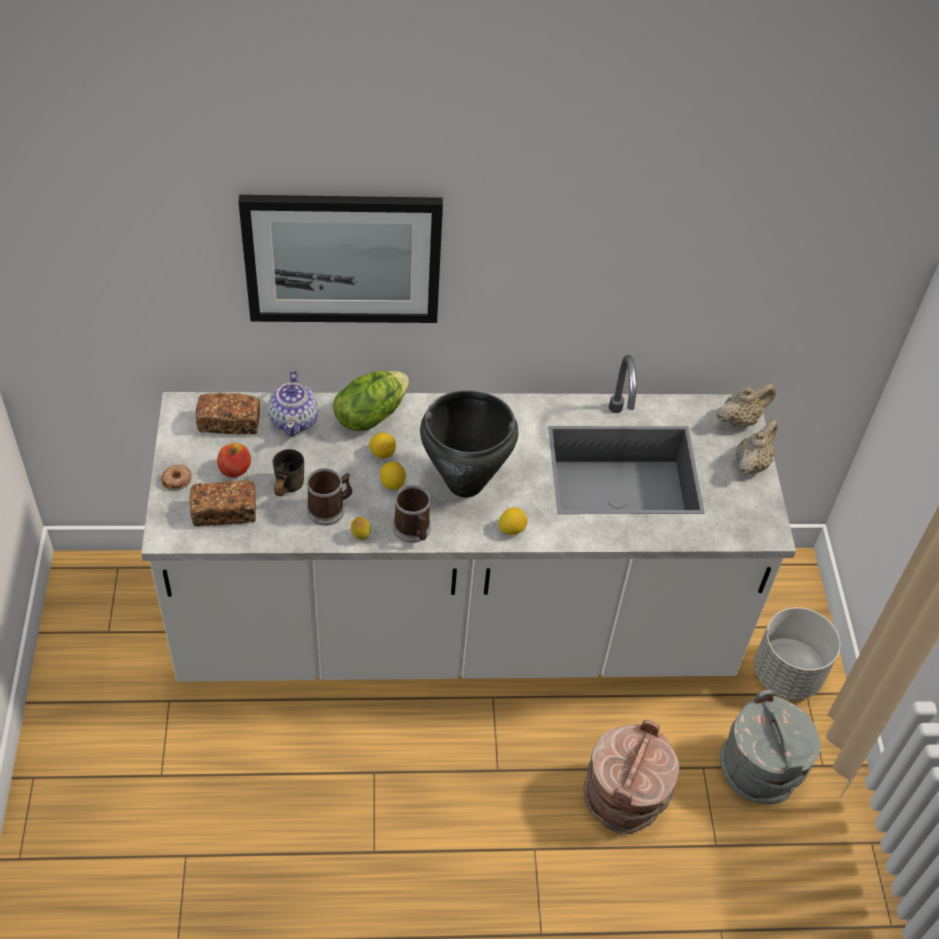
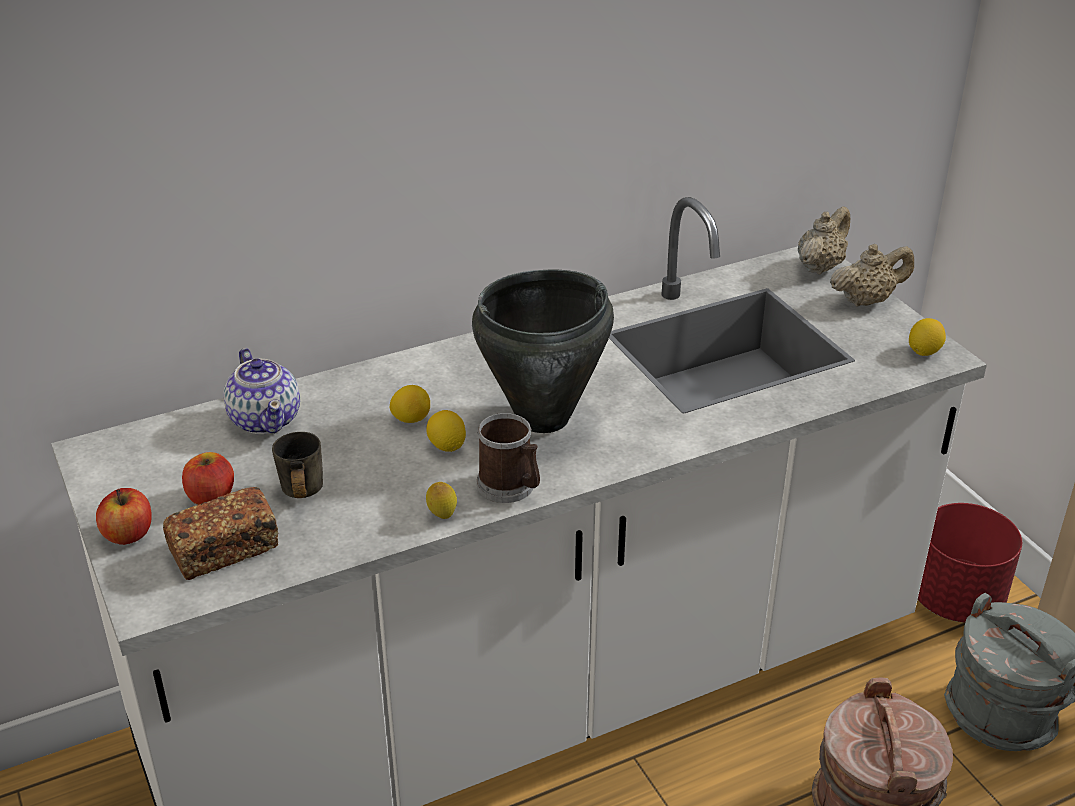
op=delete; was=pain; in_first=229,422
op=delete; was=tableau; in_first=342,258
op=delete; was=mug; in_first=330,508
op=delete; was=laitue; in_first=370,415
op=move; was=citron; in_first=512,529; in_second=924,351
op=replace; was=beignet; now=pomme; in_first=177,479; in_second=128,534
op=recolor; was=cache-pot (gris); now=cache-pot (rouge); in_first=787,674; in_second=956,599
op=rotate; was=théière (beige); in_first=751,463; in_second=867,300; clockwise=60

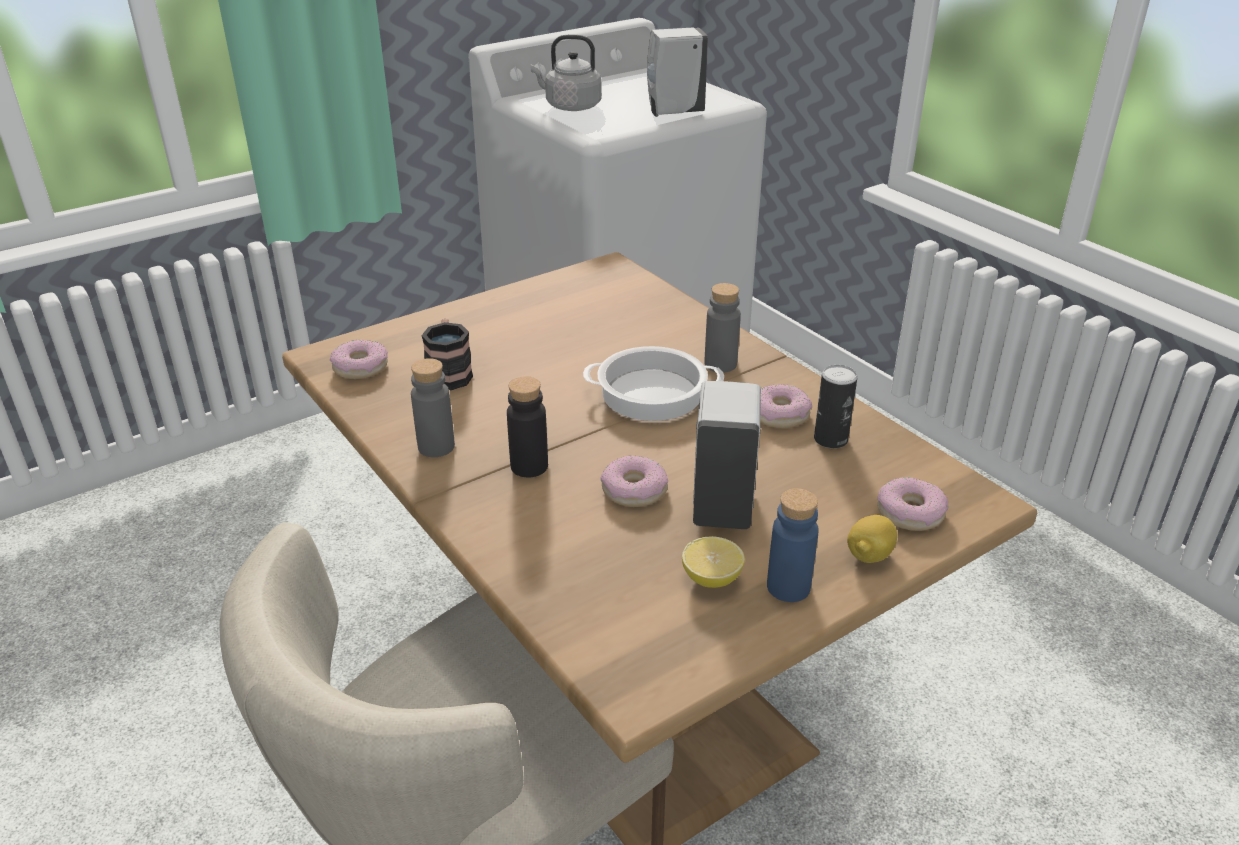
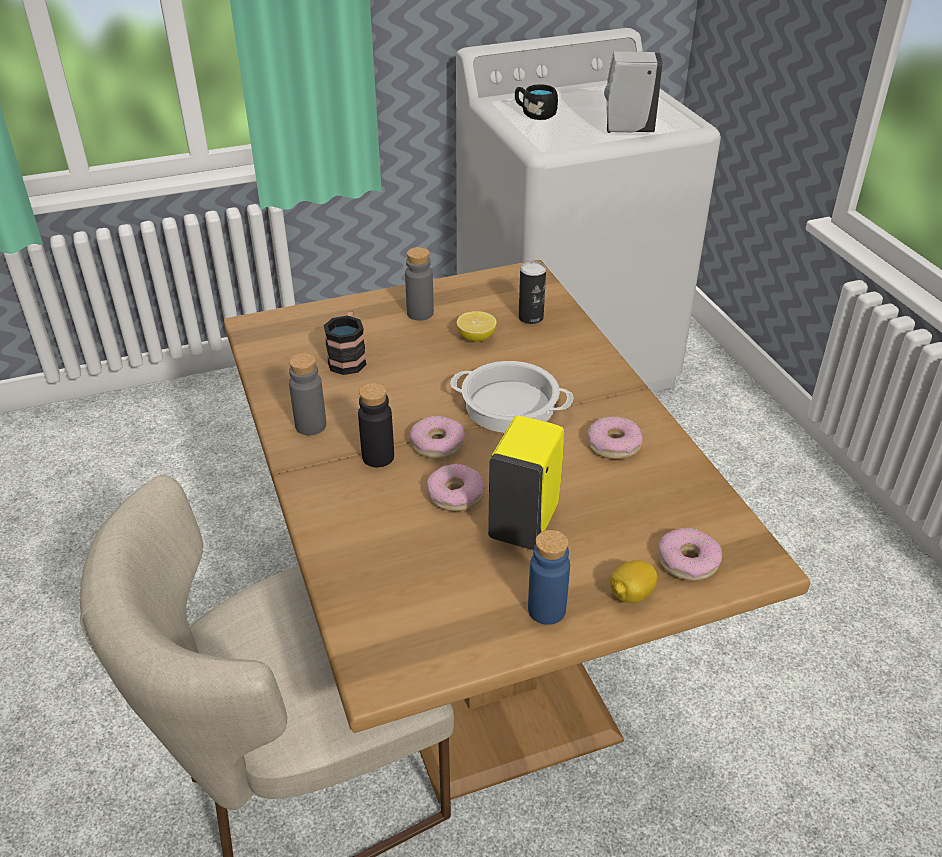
op=move; was=beignet; in_first=360,367; in_second=437,444
op=move; was=citron; in_first=711,579; in_second=476,337
op=move; was=bouteille (gris); in_first=720,364; in_second=420,313
op=move; was=boîte métallique; in_first=830,439; in_second=530,318
op=replace; was=bouilloire (gris); now=mug (noir); in_first=570,106; in_second=535,114
op=recolor; was=distributeur de savon (blanc); now=distributeur de savon (jaune); in_first=722,504; in_second=524,522

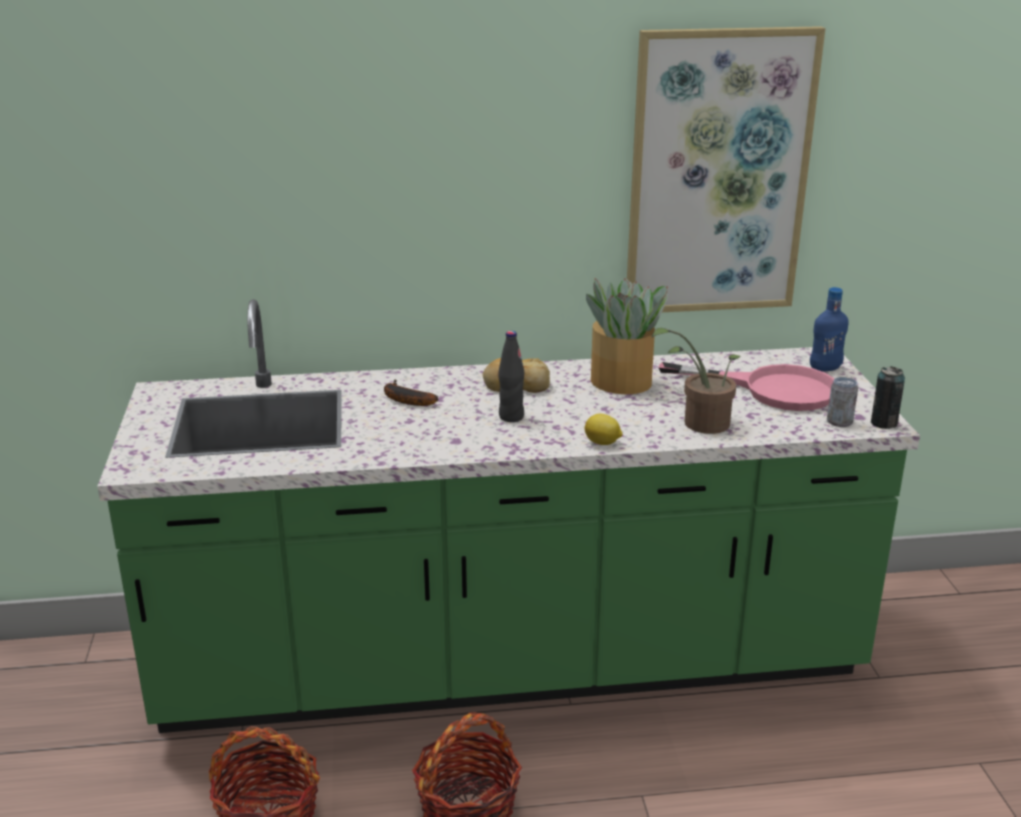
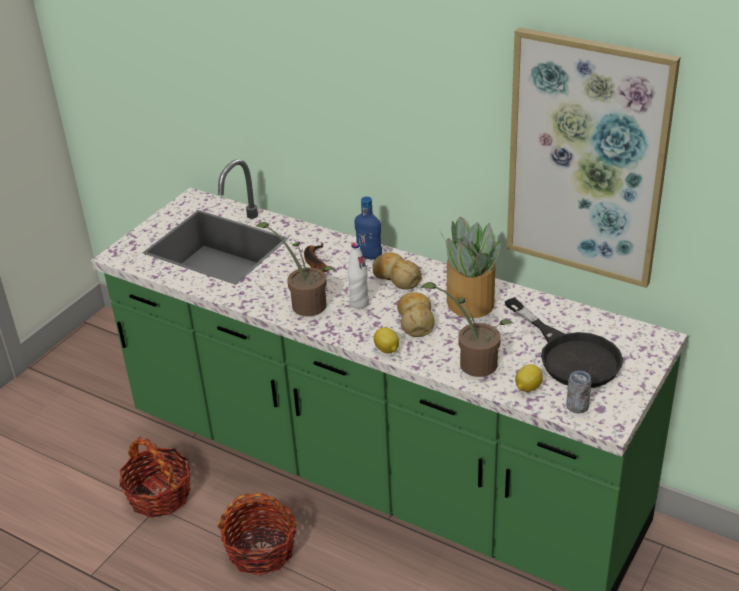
op=delete; was=boîte métallique; in_first=883,423
op=insert; now=plante en pot; in_second=305,303
op=insert; now=pain; in_second=415,320
op=insert; now=citron; in_second=527,388
op=move; was=bouteille (bleu); in_first=825,368; in_second=369,256
op=recolor; was=bouteille (noir); now=bouteille (blanc); in_first=511,417; in_second=359,303
op=recolor; was=poêle (rose); now=poêle (noir); in_first=772,389; in_second=570,355

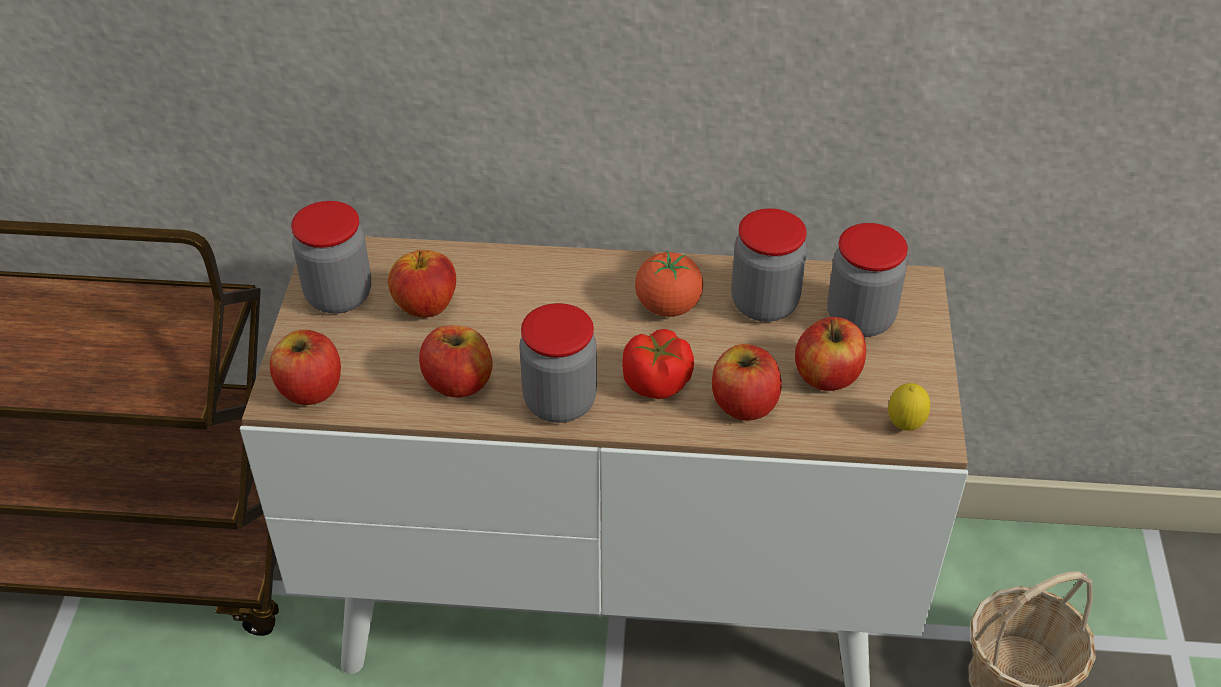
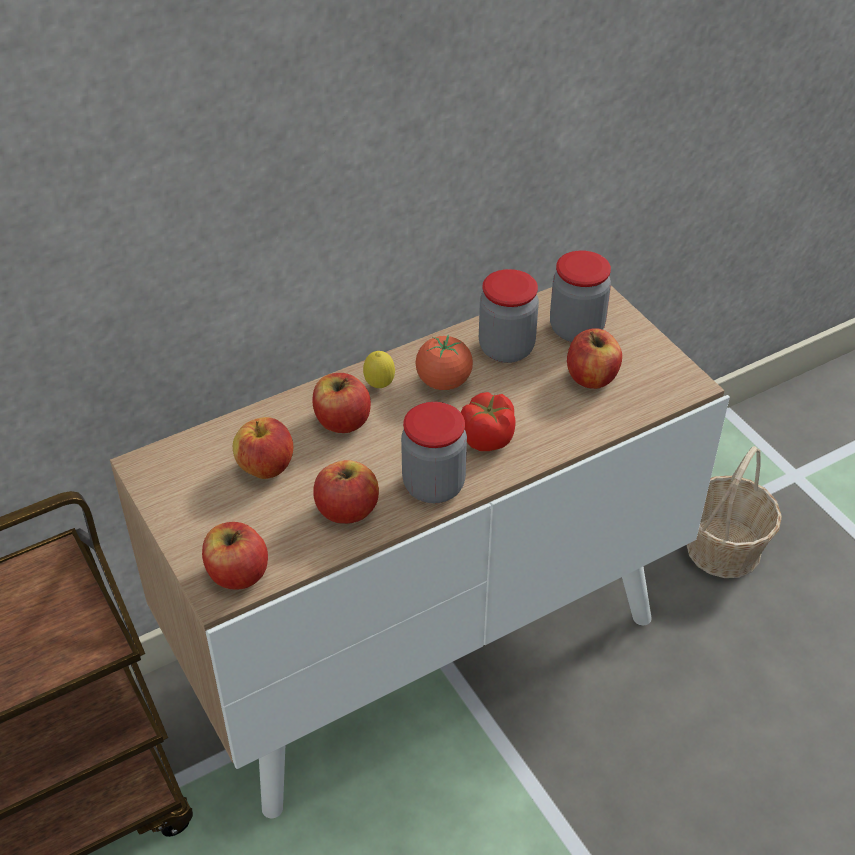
op=delete; was=bocal; in_first=339,296
op=move; was=pomme; in_first=744,404; in_second=342,421
op=move; was=citron; in_first=904,426; in_second=379,386

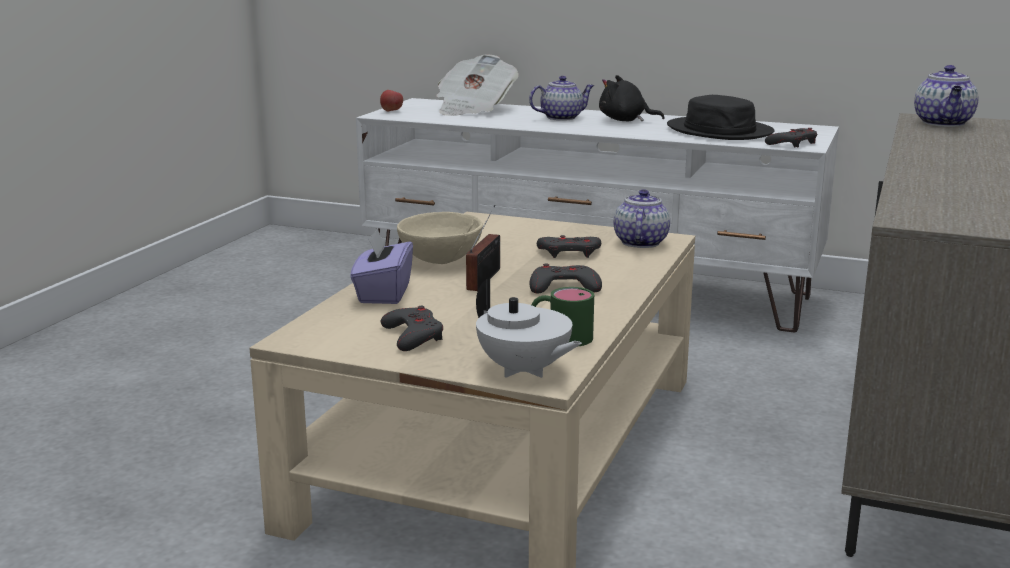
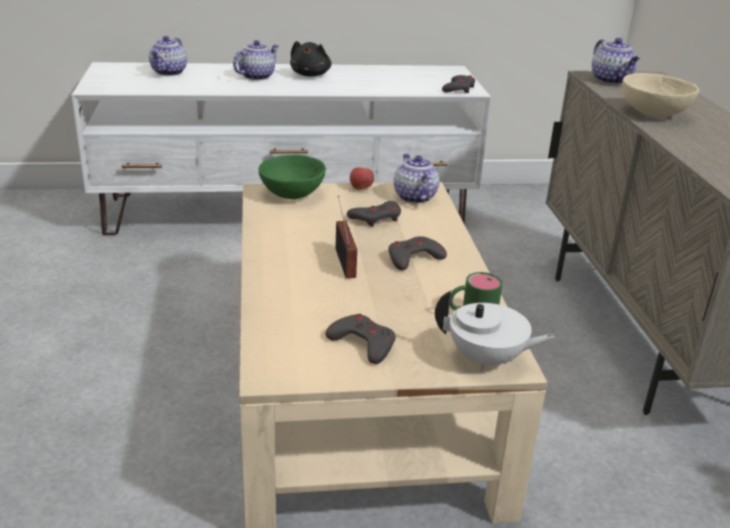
op=delete; was=boîte à mouchoirs (violet); in_first=383,293
op=delete; was=chapeau (noir); in_first=719,131
op=insert; now=bol (vert); in_second=292,194
op=move; was=pomme; in_first=391,111; in_second=361,188
op=move; was=bol (beige); in_first=441,259; in_second=652,113
op=replace; was=journal; now=théière; in_first=473,109; in_second=169,72
op=rotate; was=peluche (noir); in_first=625,120; in_second=310,75; clockwise=-75

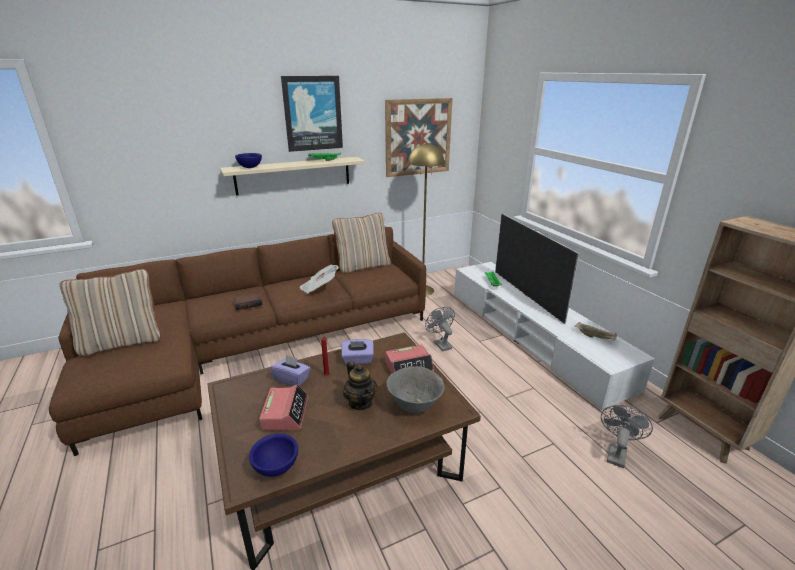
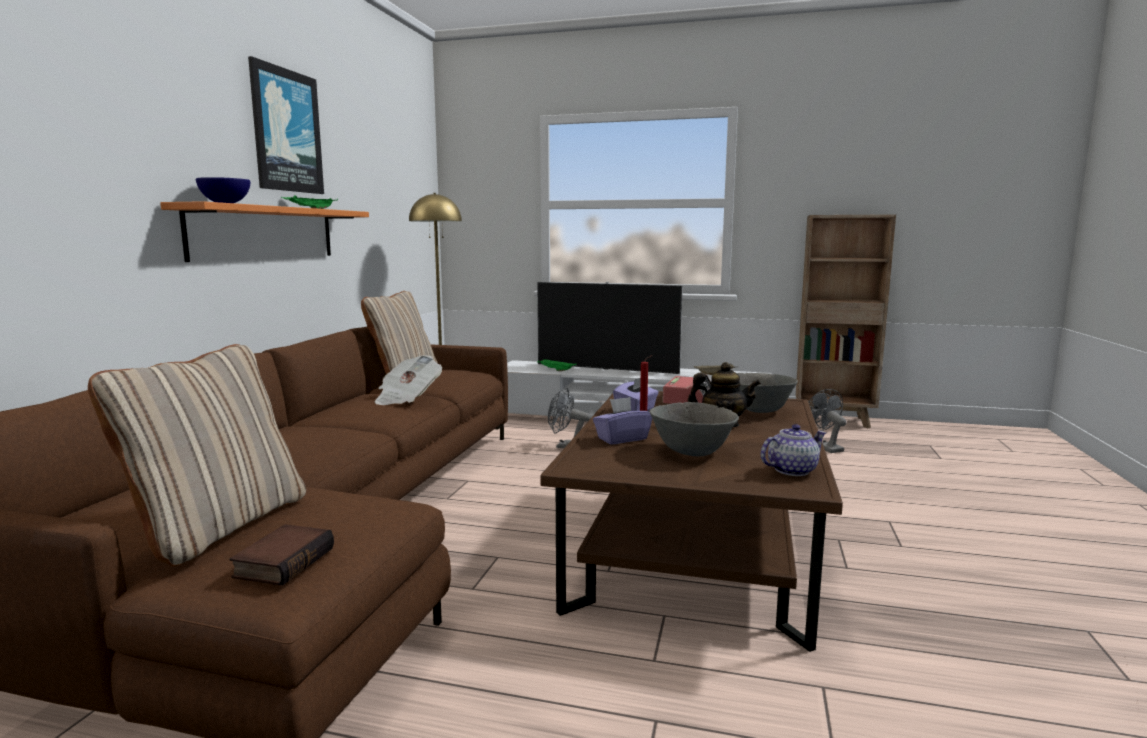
op=delete; was=tableau; in_first=418,137
op=move; was=livre; in_first=248,303; in_second=283,561
op=replace; was=bol (bleu); now=théière; in_first=276,466; in_second=792,470
op=replace; was=réveil; now=bol (gris); in_first=285,413; in_second=691,452
op=recolor; was=étagère (beige); now=étagère (orange); in_first=293,175; in_second=265,233

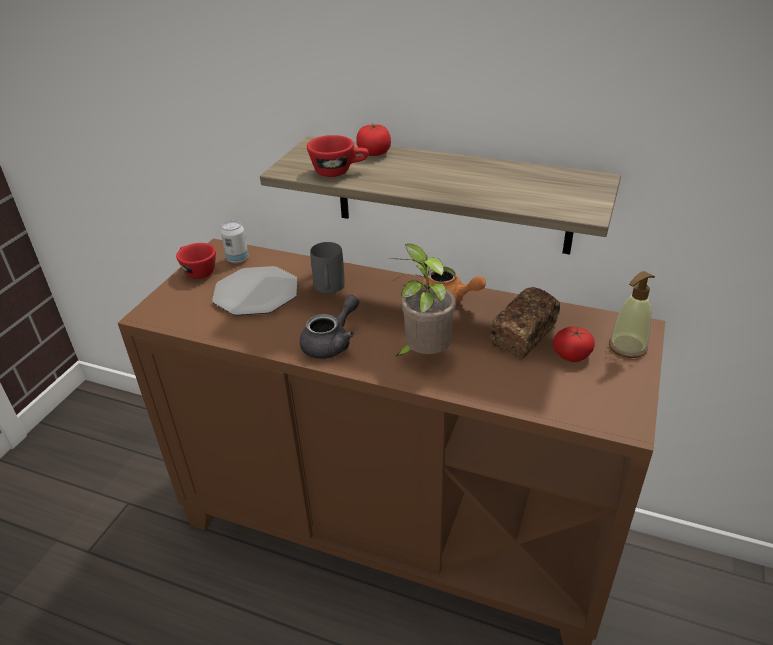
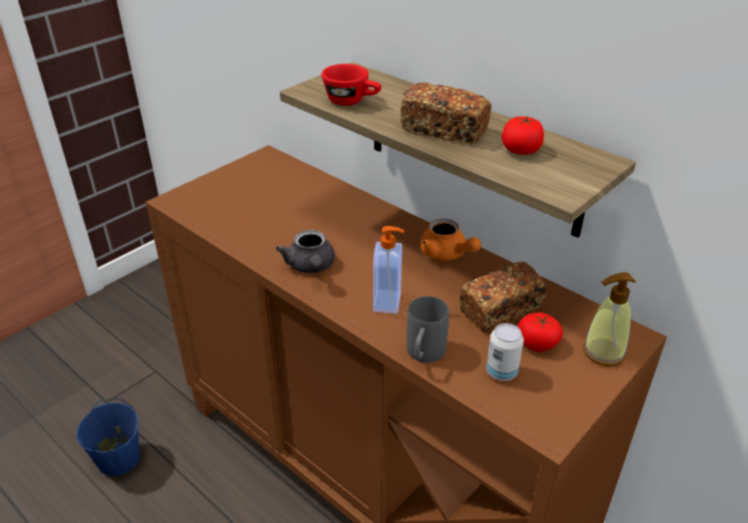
op=delete; was=tasse (rouge); in_first=197,271
op=delete; was=assiette; in_first=256,293
op=insert; now=seau (bleu); in_second=118,459
op=insert; now=pain; in_second=444,130
op=move; was=boîte métallique; in_first=237,259; in_second=501,372
op=move; was=mug (gris); in_first=329,289; in_second=423,355
op=move; was=tomate; in_first=374,152; in_second=521,149
op=replace; was=plante en pot; now=distributeur de savon; in_first=424,355; in_second=388,302
op=rotate; was=théière (gris); in_first=331,343; in_second=311,267; clockwise=105

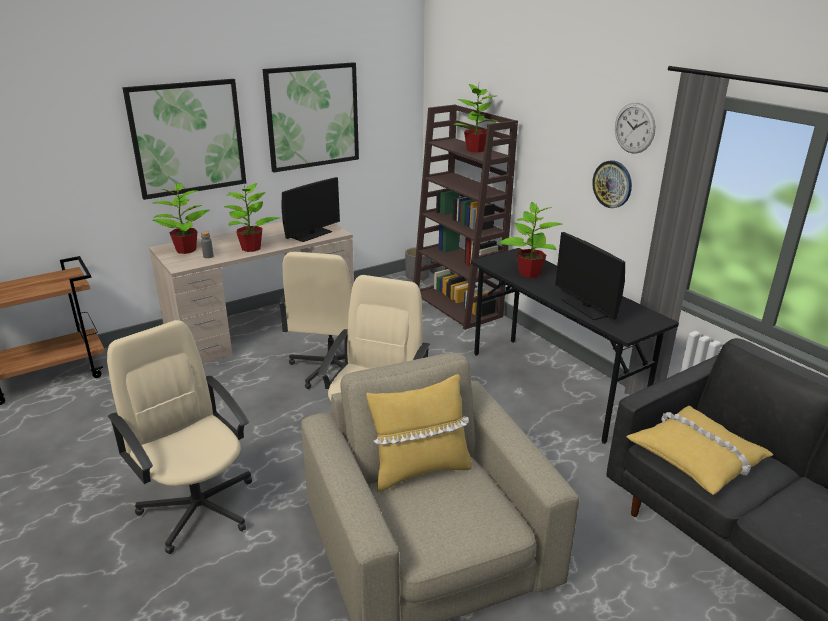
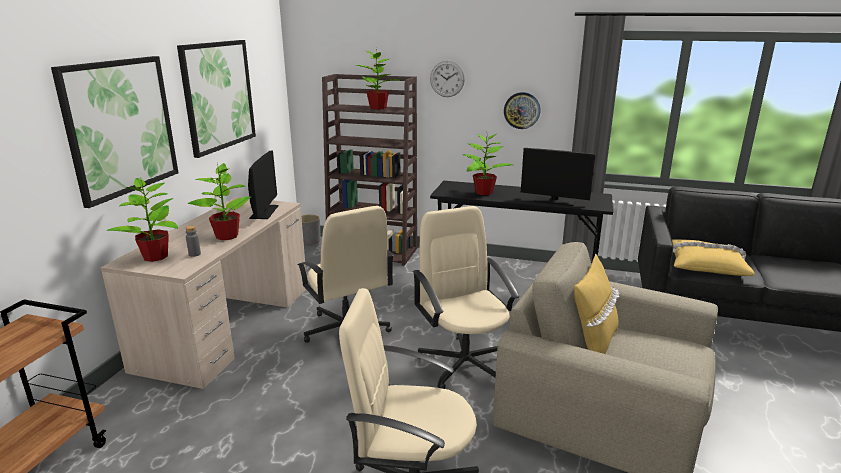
op=move; was=horloge murale; in_first=634,128; in_second=447,79

